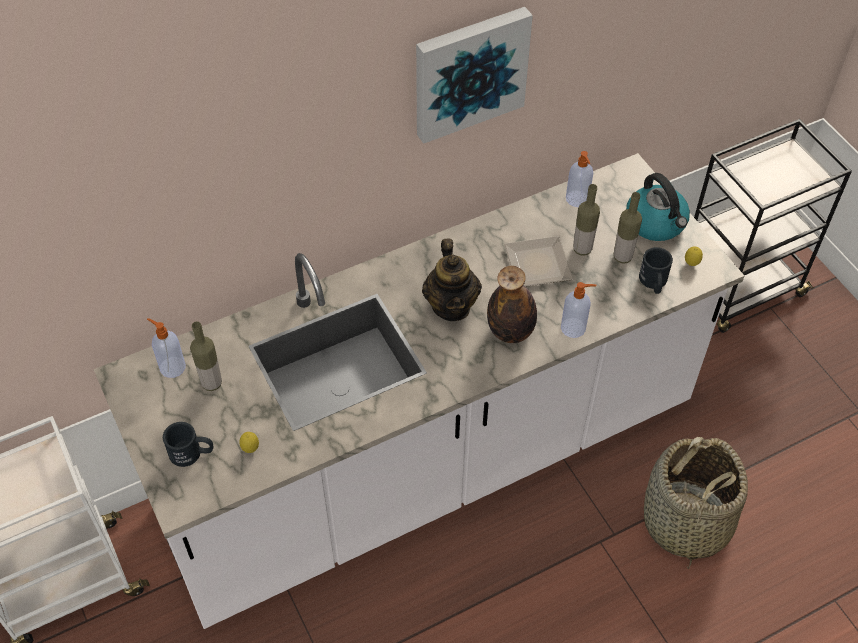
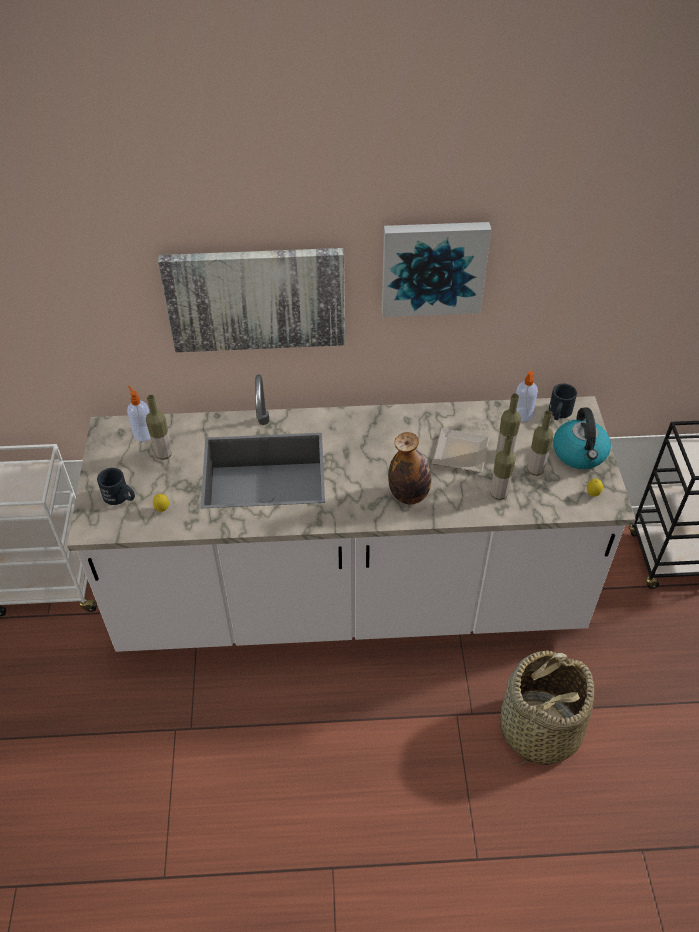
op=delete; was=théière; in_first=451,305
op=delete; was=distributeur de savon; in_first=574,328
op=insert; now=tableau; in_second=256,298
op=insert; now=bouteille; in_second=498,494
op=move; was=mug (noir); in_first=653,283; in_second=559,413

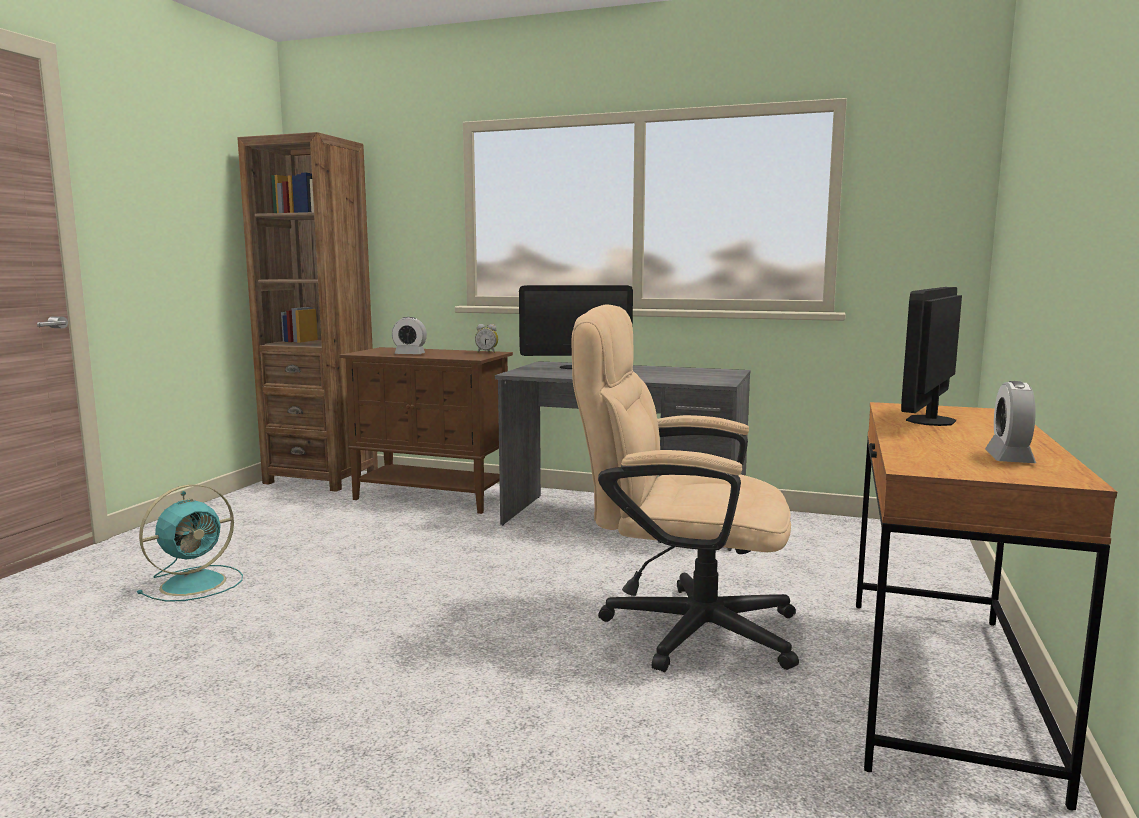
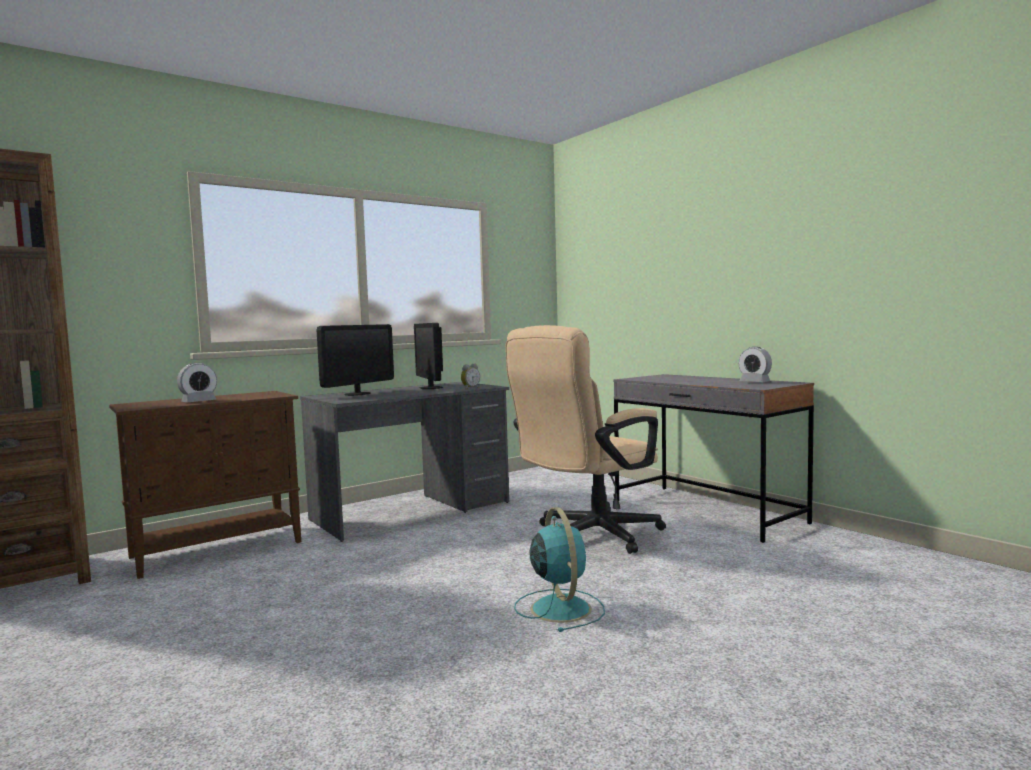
op=move; was=ventilateur (turquoise); in_first=196,583; in_second=559,608
op=move; was=réveil; in_first=487,352; in_second=470,388
op=move; was=écran d'ordinateur; in_first=931,420; in_second=431,388
op=recolor; was=bureau (marron); now=bureau (gris); in_first=940,685; in_second=706,512

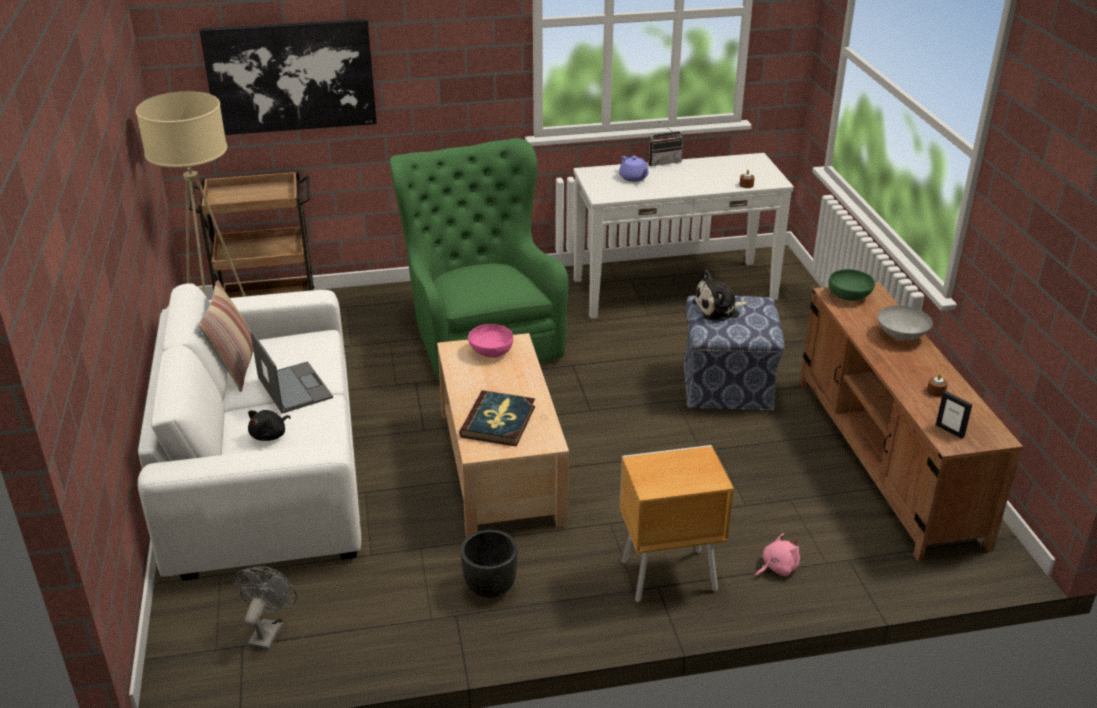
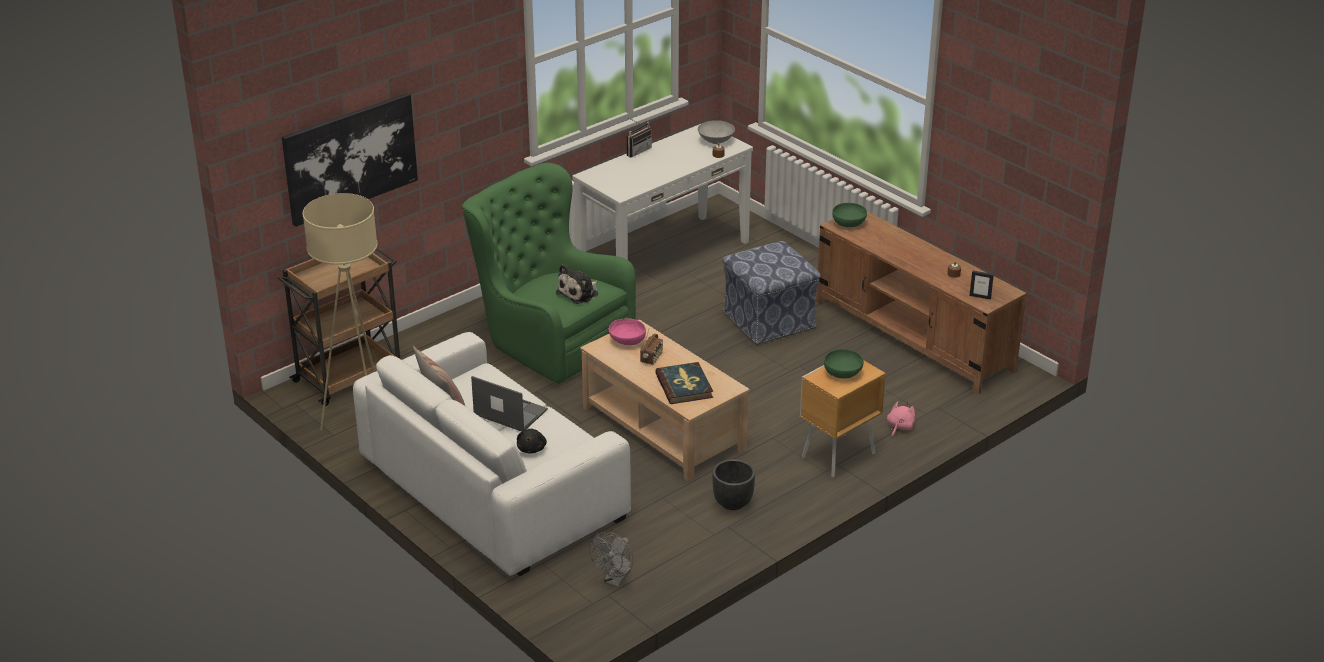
op=delete; was=théière (violet); in_first=634,178
op=insert; now=radio; in_second=652,358
op=insert; now=bol (vert); in_second=843,373
op=move; was=peluche; in_first=719,309; in_second=579,293
op=move; was=bol (gris); in_first=902,336; in_second=716,141
op=rotate; was=ventilateur (gris); in_first=268,631; in_second=615,580; clockwise=-135

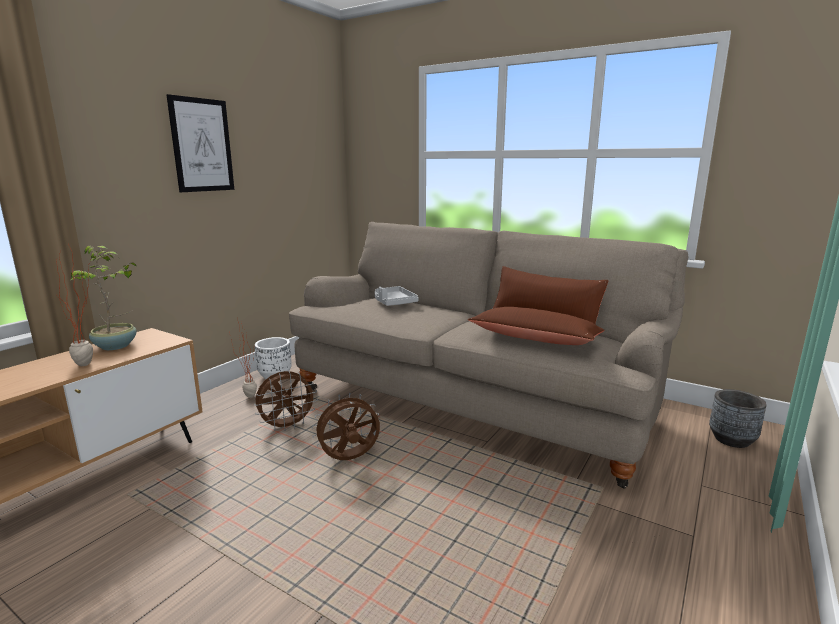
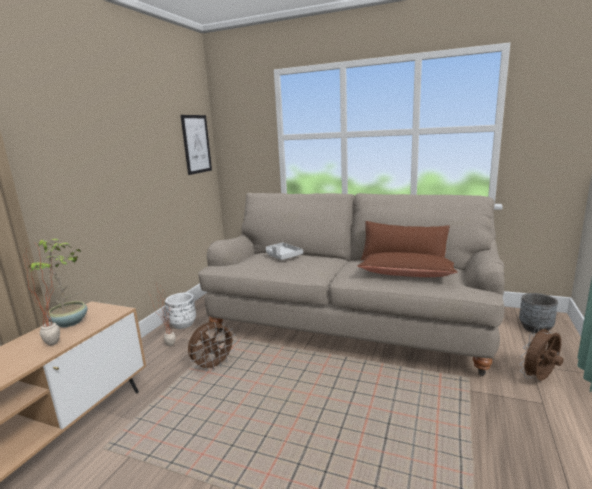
op=move; was=tableau; in_first=202,145; in_second=196,144
op=move; was=ventilateur (marron); in_first=349,459; in_second=539,379

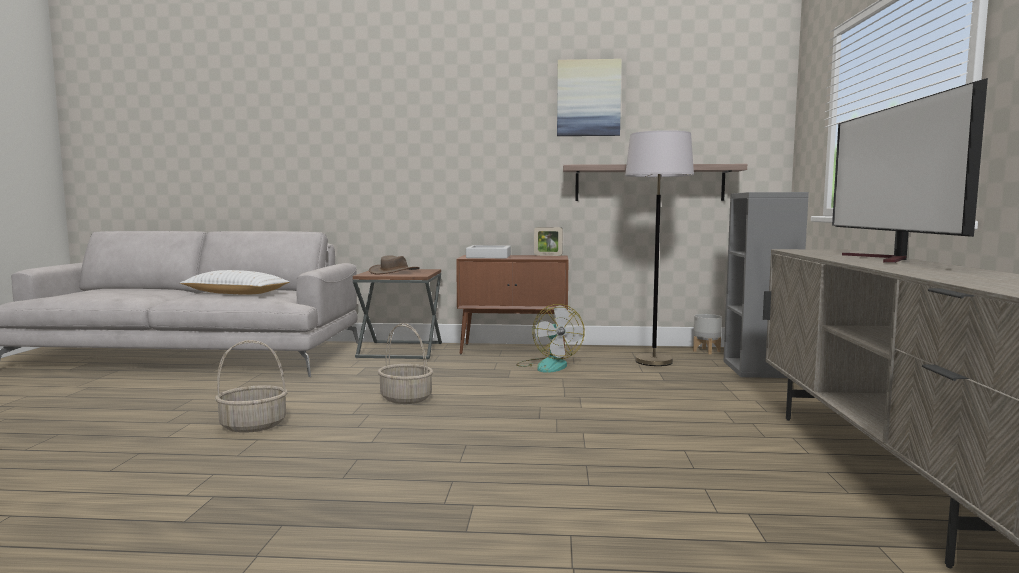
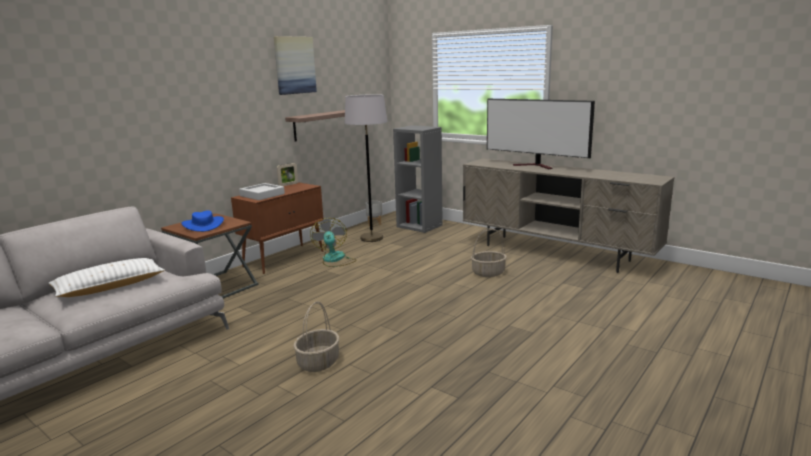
op=move; was=panier; in_first=406,398; in_second=488,273
op=recolor; was=chapeau (marron); now=chapeau (bleu); in_first=394,272; in_second=203,225
op=rotate; was=ventilateur; in_first=548,365; in_second=334,260; clockwise=-120

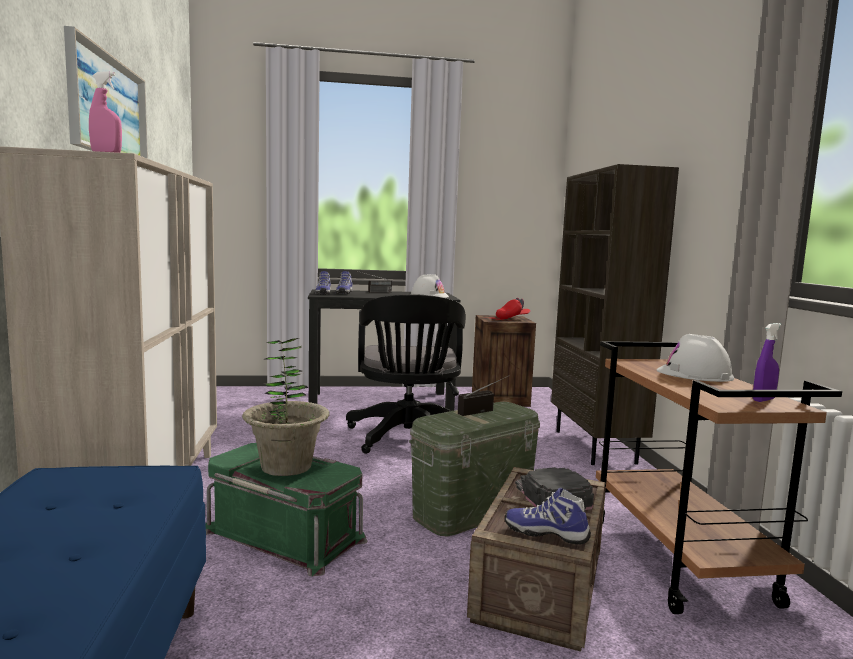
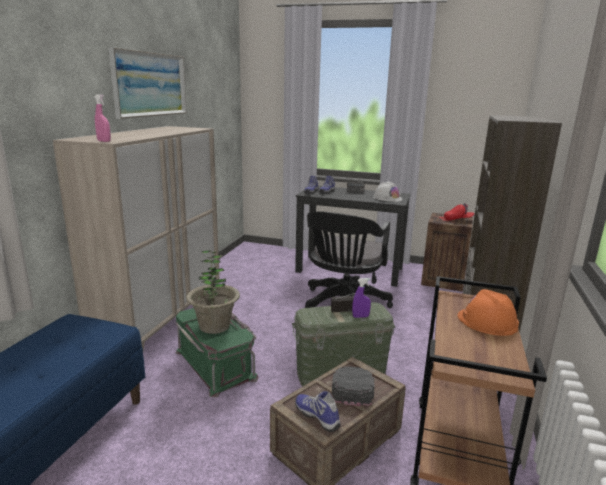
op=move; was=vaporisateur (violet); in_first=763,400; in_second=360,316
op=recolor; was=casque de chantier (blanc); now=casque de chantier (orange); in_first=694,374; in_second=487,321

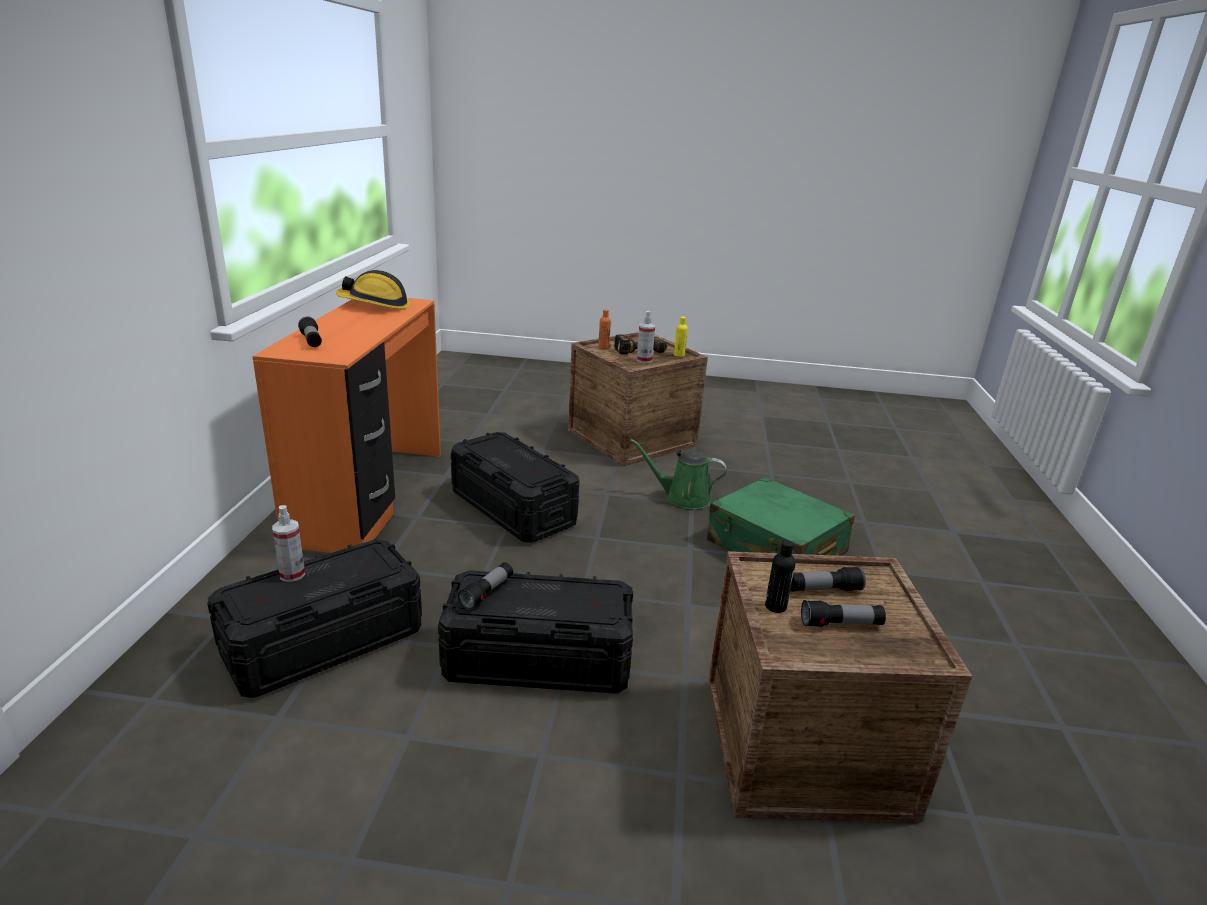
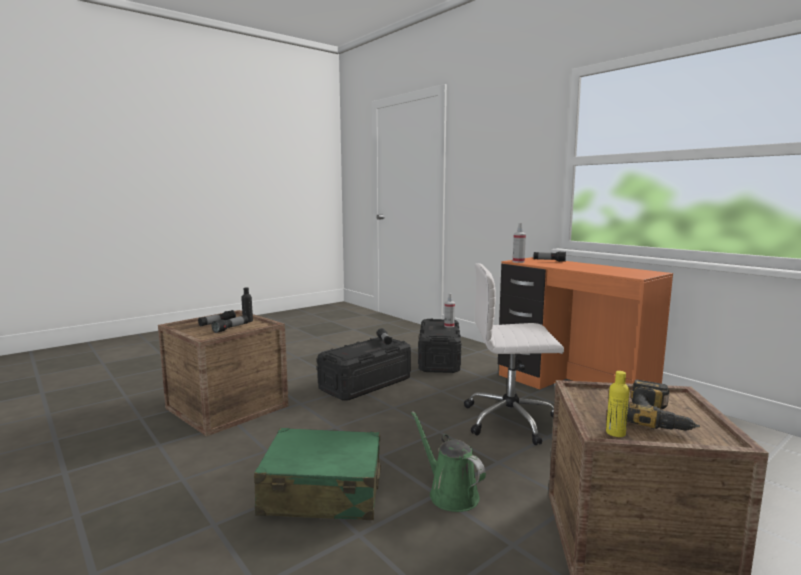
op=delete; was=casque de chantier; in_first=375,305
op=delete; was=bouteille (orange); in_first=603,347
op=move; was=vaporisateur; in_first=644,360; in_second=518,262
op=replace; was=boîte de rangement (noir); now=chaise de bureau (blanc); in_first=513,508; in_second=511,420
op=rotate; was=arrosoir (vert); in_first=682,498; in_second=450,493; clockwise=-90

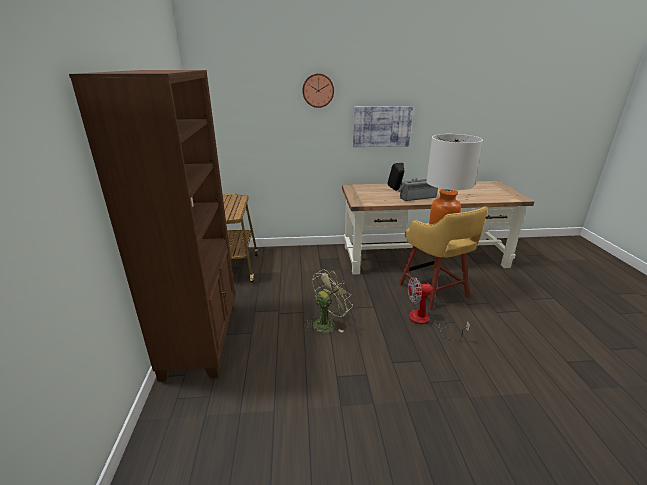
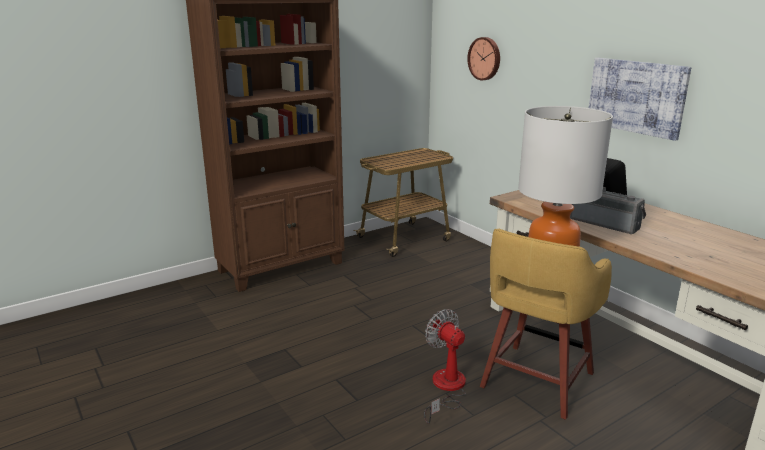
op=delete; was=ventilateur (vert); in_first=327,323
op=move; was=horloge murale; in_first=318,90; in_second=485,58

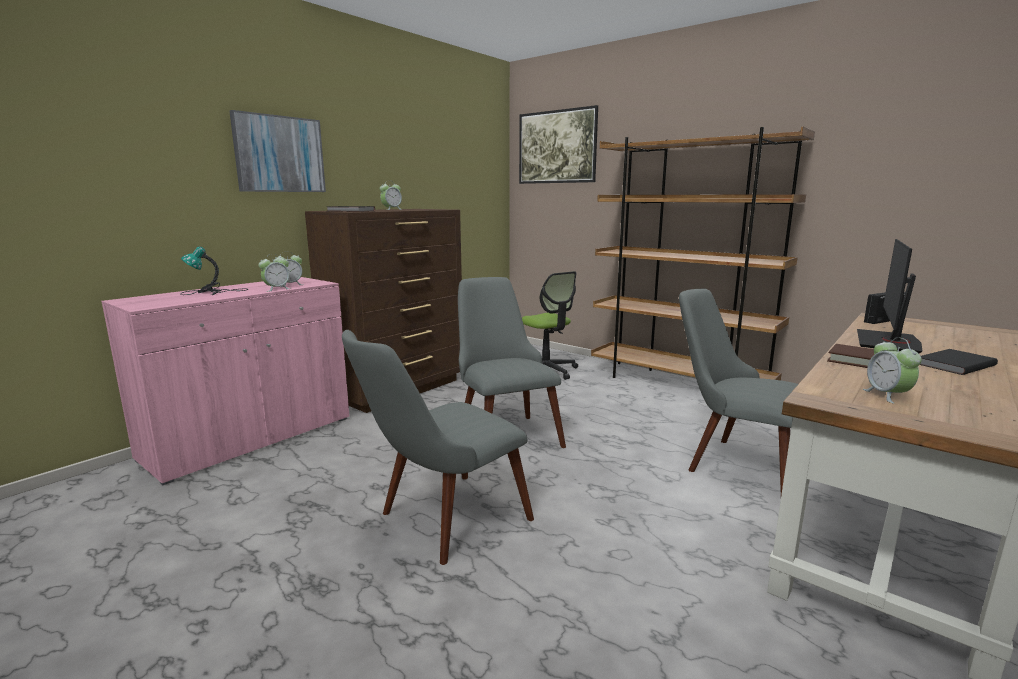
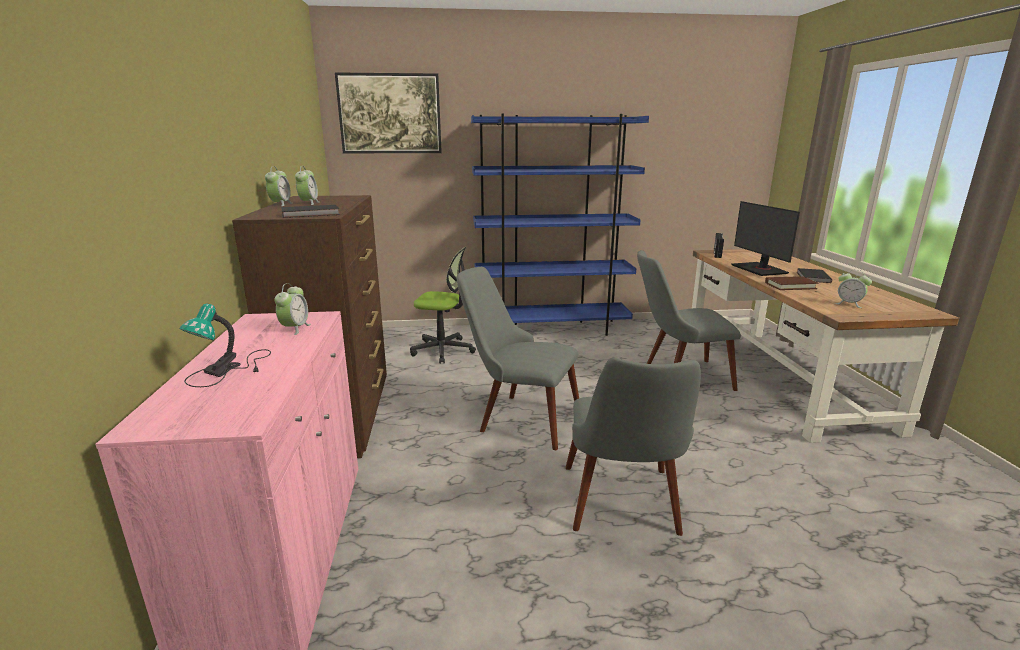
op=delete; was=tableau; in_first=279,154
op=move; was=réveil; in_first=276,289; in_second=280,204
op=recolor; was=bibliothèque (marron); now=bibliothèque (bleu); in_first=678,383; in_second=552,329

